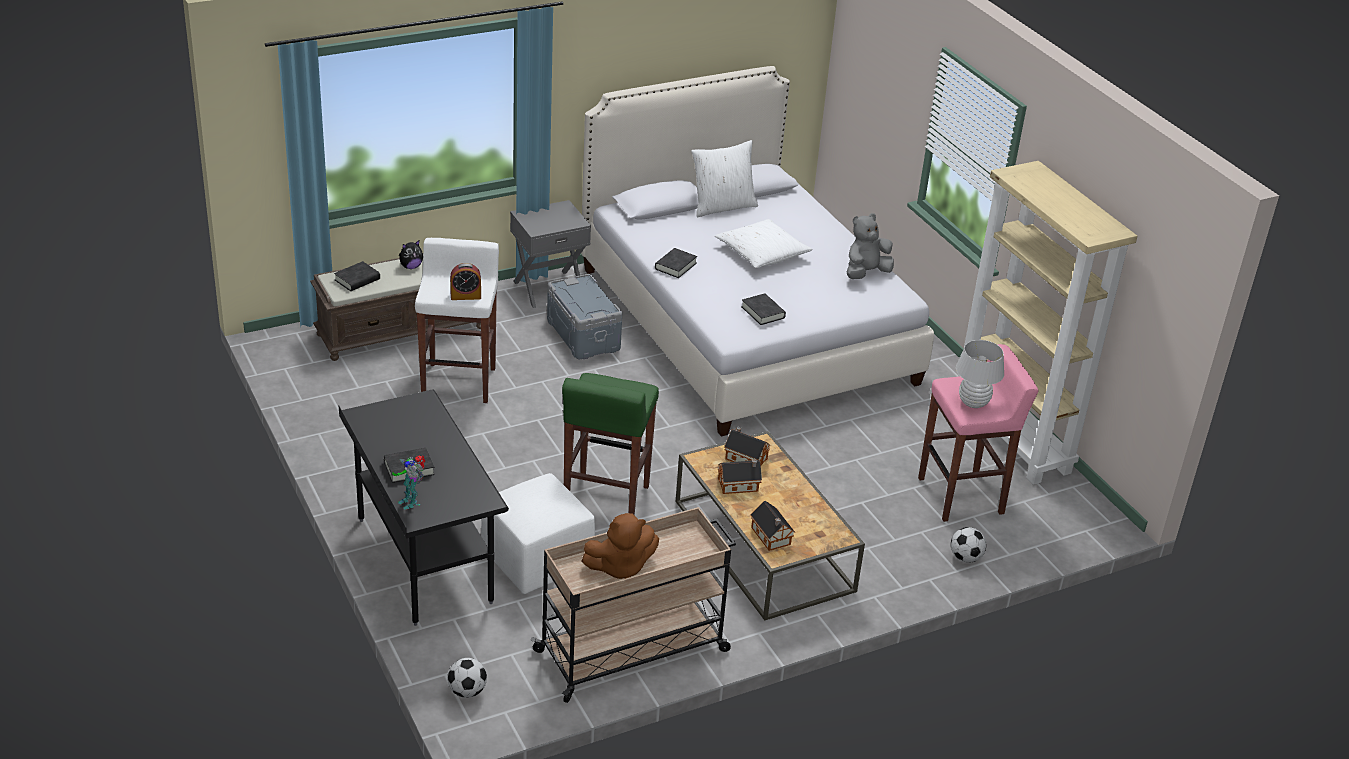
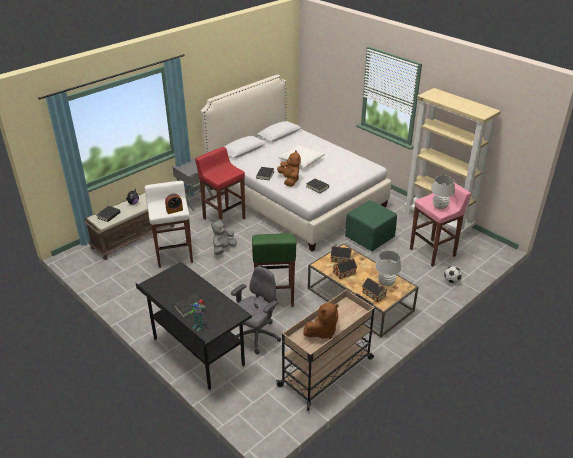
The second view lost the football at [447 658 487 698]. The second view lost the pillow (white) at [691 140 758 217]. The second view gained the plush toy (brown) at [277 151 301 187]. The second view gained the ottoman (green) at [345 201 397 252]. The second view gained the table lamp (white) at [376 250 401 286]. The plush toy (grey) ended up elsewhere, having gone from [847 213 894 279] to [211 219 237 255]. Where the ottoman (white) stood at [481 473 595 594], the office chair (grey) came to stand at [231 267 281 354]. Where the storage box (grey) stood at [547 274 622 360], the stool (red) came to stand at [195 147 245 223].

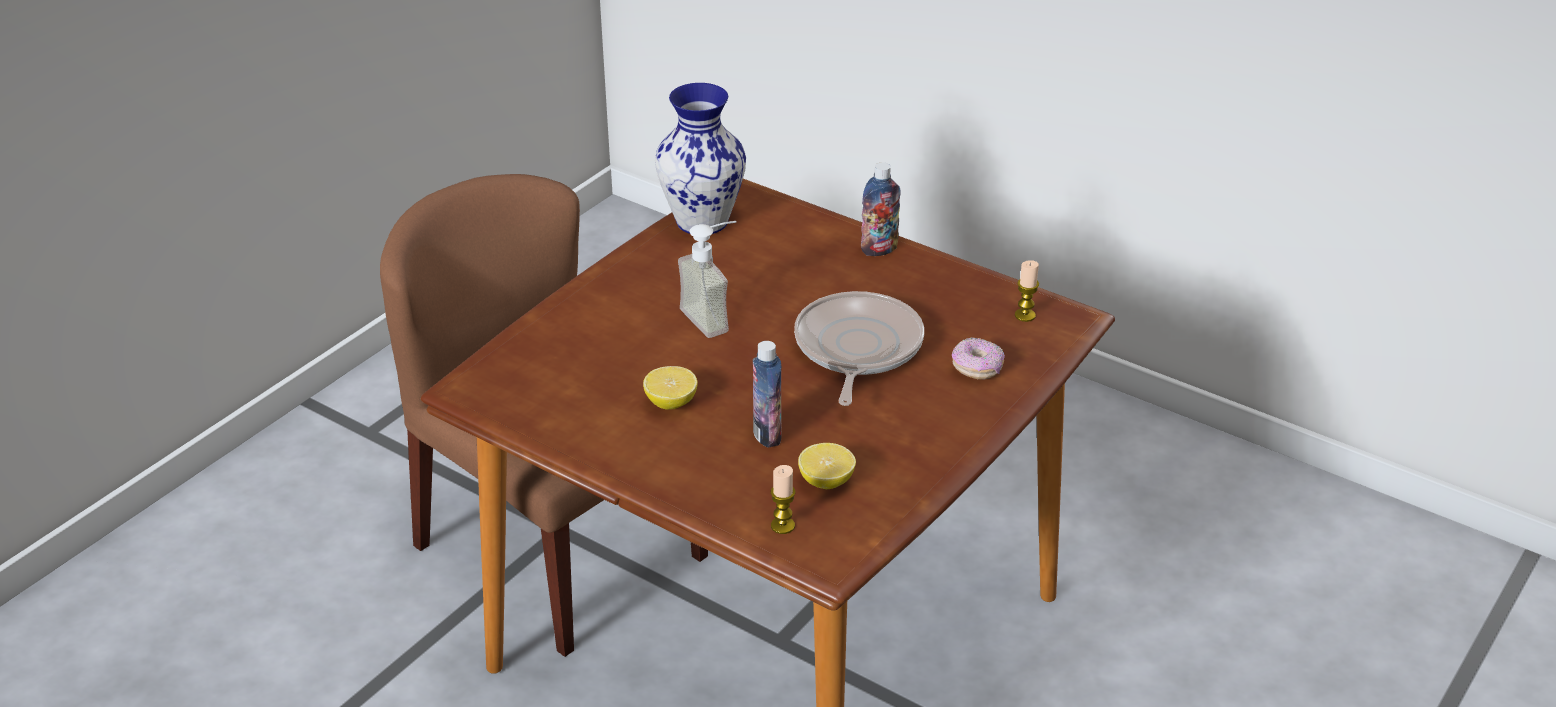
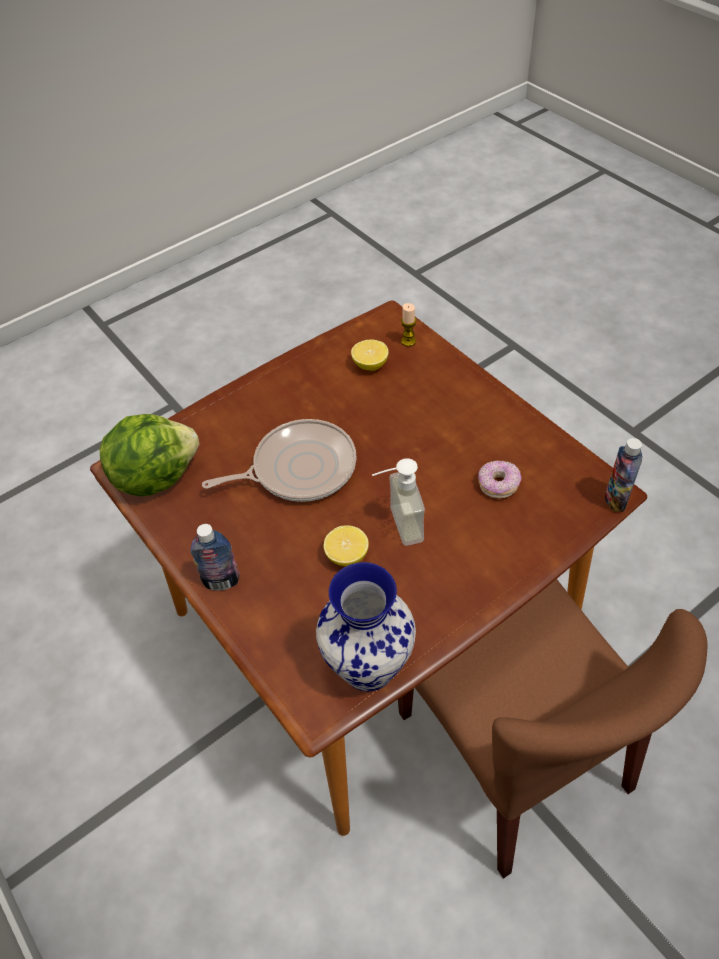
The lemon ended up elsewhere, having gone from [643 366 698 410] to [324 526 369 566]. The bottle ended up elsewhere, having gone from [753 341 781 448] to [605 438 642 512]. The donut ended up elsewhere, having gone from [952 337 1005 379] to [478 460 522 499]. Where the candle stood at [1015 260 1039 322], the lettuce came to stand at [99 414 199 496]. The frying pan at [794 291 924 406] ended up facing another way, 135 degrees counterclockwise from before.

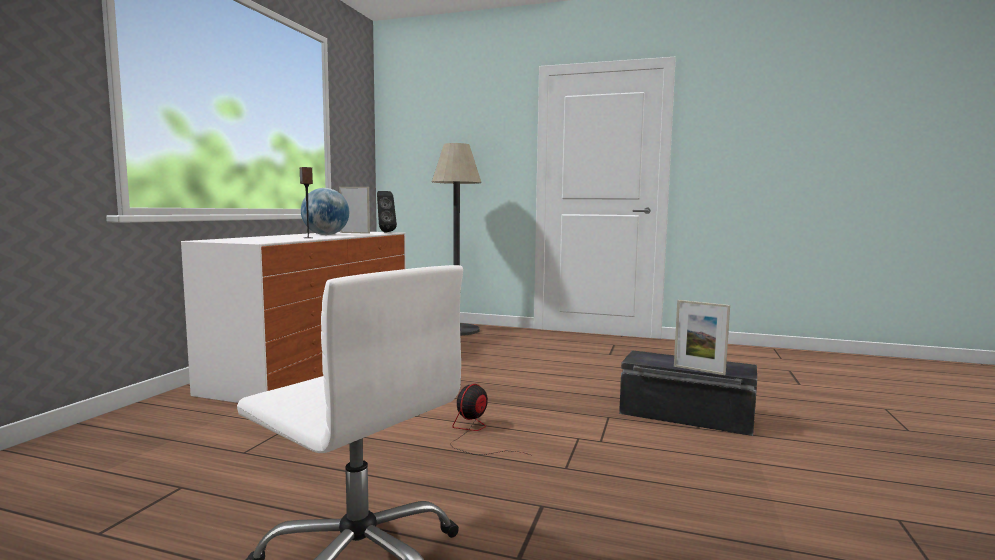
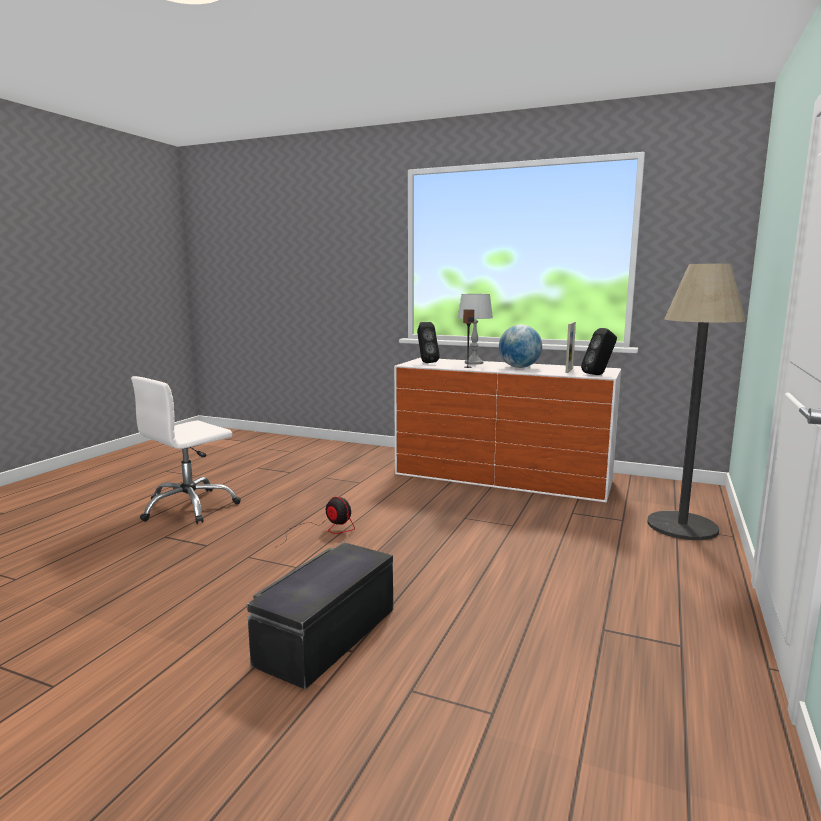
The second view lost the picture frame at [674 300 730 375]. The second view gained the speaker (black) at [417 322 440 363]. The second view gained the table lamp (grey) at [458 294 493 365].

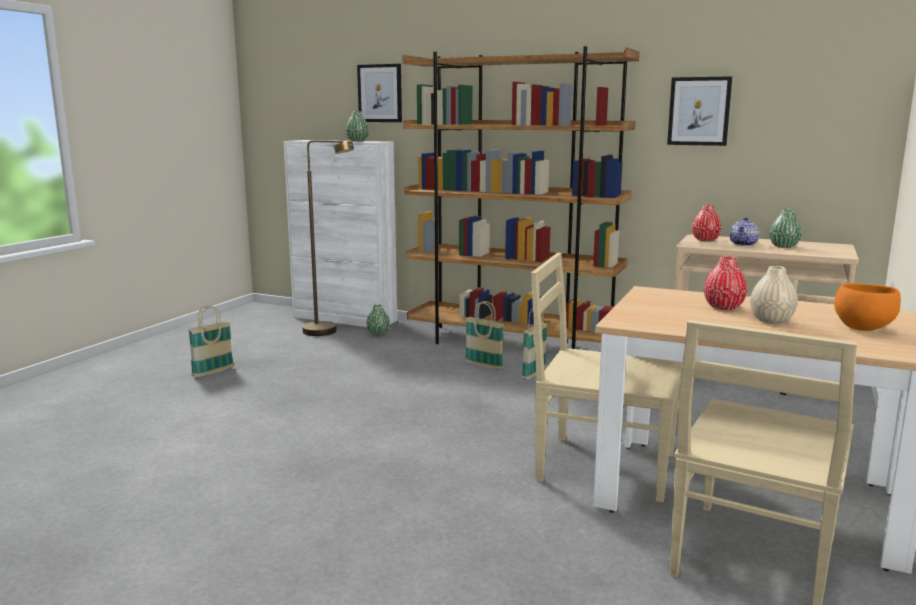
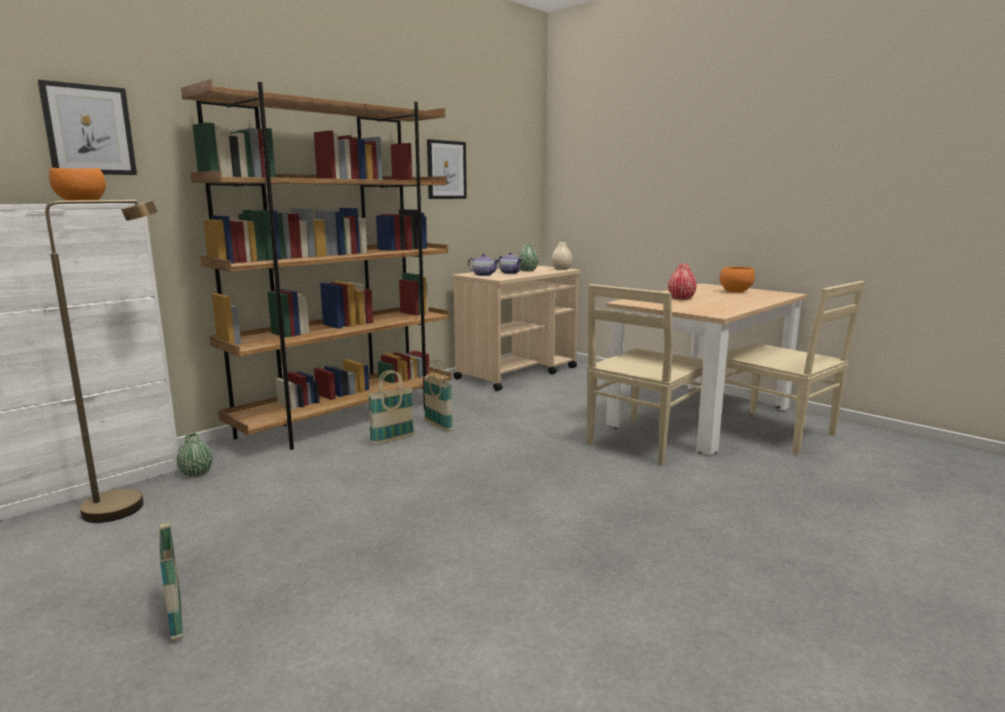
The vase (beige) ended up elsewhere, having gone from [750 266 797 324] to [551 242 573 270]. Where the vase (green) stood at [346 111 369 142], the bowl (orange) came to stand at [49 168 106 204]. Where the vase (red) stood at [692 204 722 241], the teapot came to stand at [468 254 499 276].

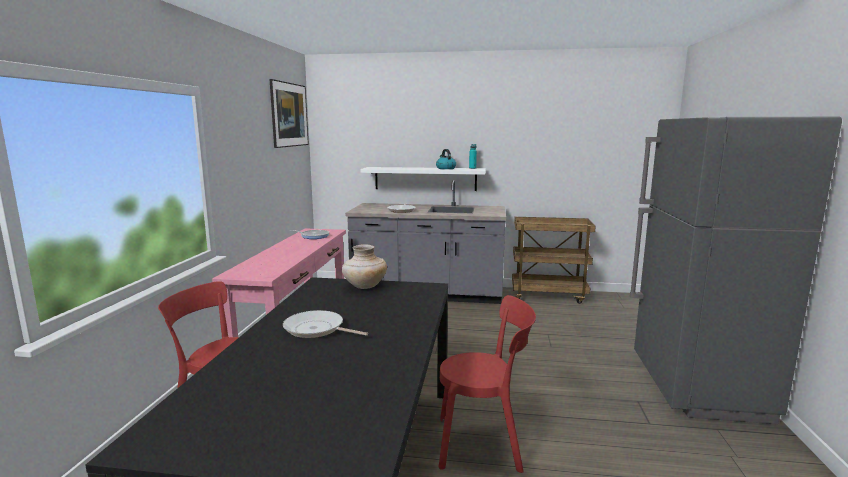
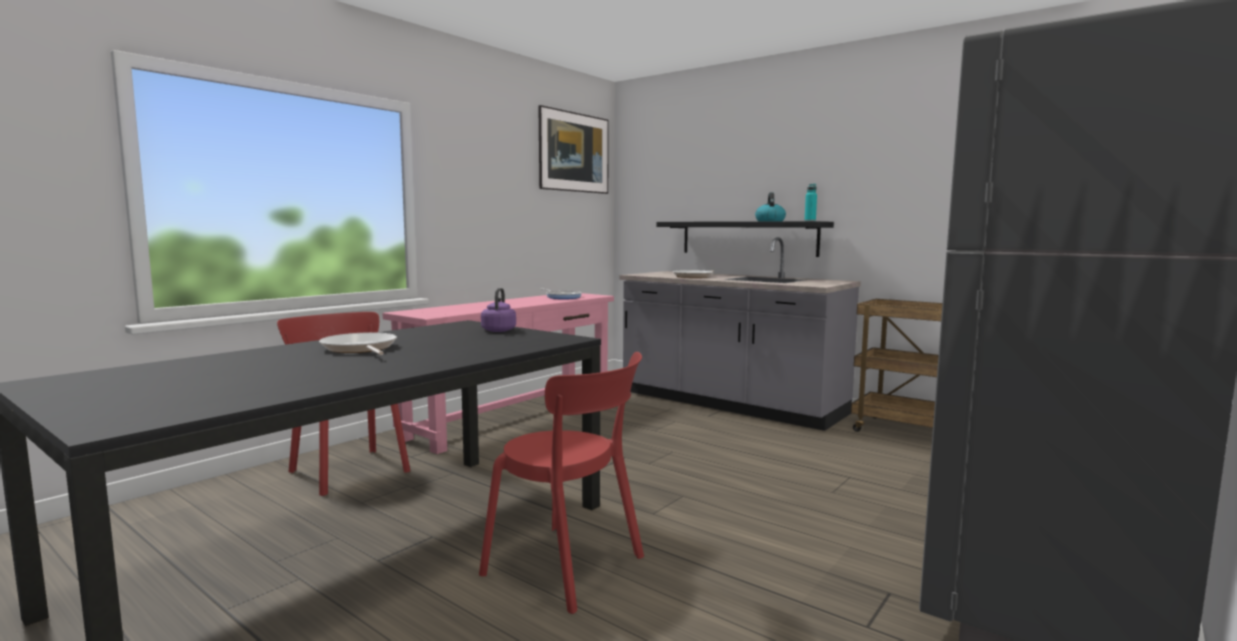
Where the vase (beige) stood at [342 244 387 289], the kettle (purple) came to stand at [481 288 516 332]. What was the shelf (white) at [361 167 486 191] turned into the shelf (black) at [656 221 834 257].

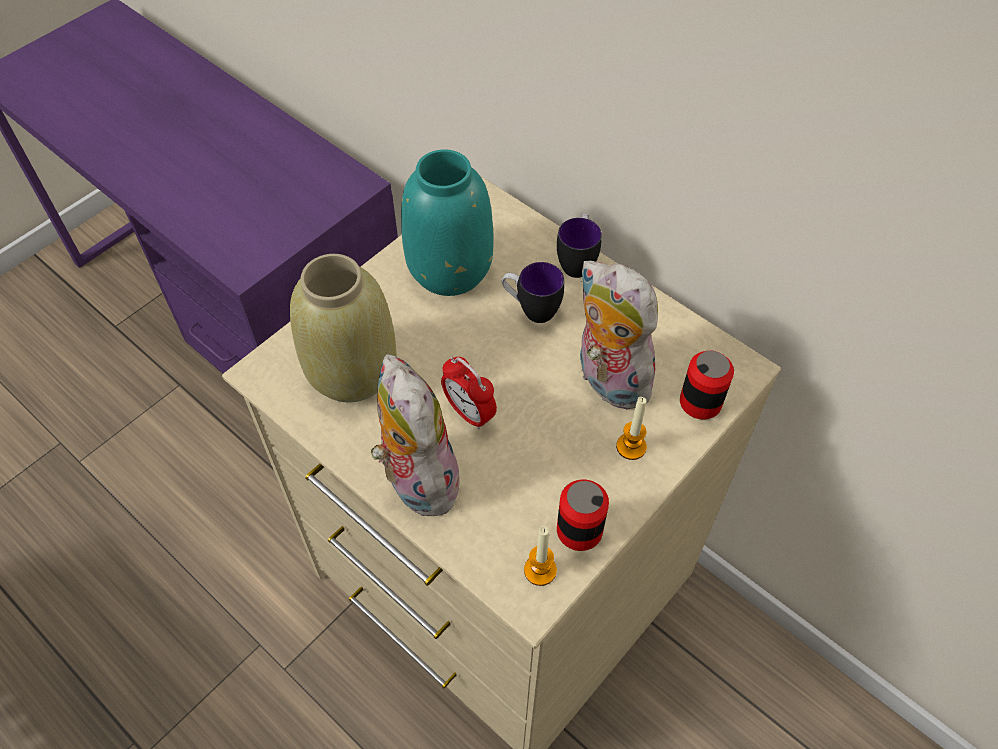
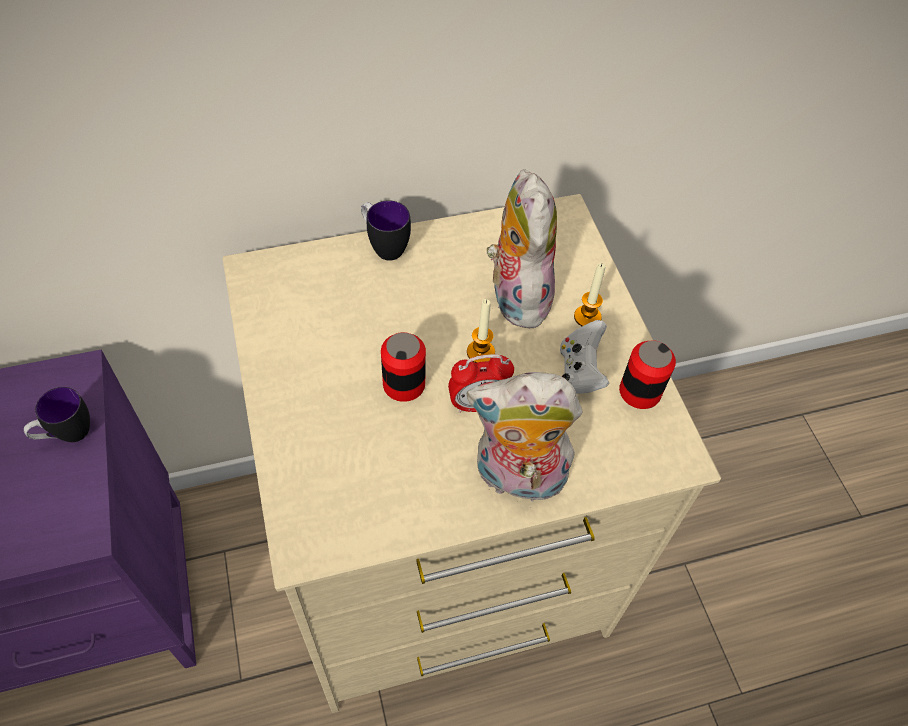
The second view lost the vase (beige) at [290 254 397 402]. The second view lost the vase (turquoise) at [401 149 494 296]. The second view gained the game controller (white) at [560 320 609 394]. The mug ended up elsewhere, having gone from [502 262 564 323] to [24 387 90 442]. The candle ended up elsewhere, having gone from [524 526 557 586] to [467 299 495 363]. The can ended up elsewhere, having gone from [680 351 734 419] to [381 332 426 402]. The plush toy at [580 261 658 410] ended up facing another way, 90 degrees clockwise from before.

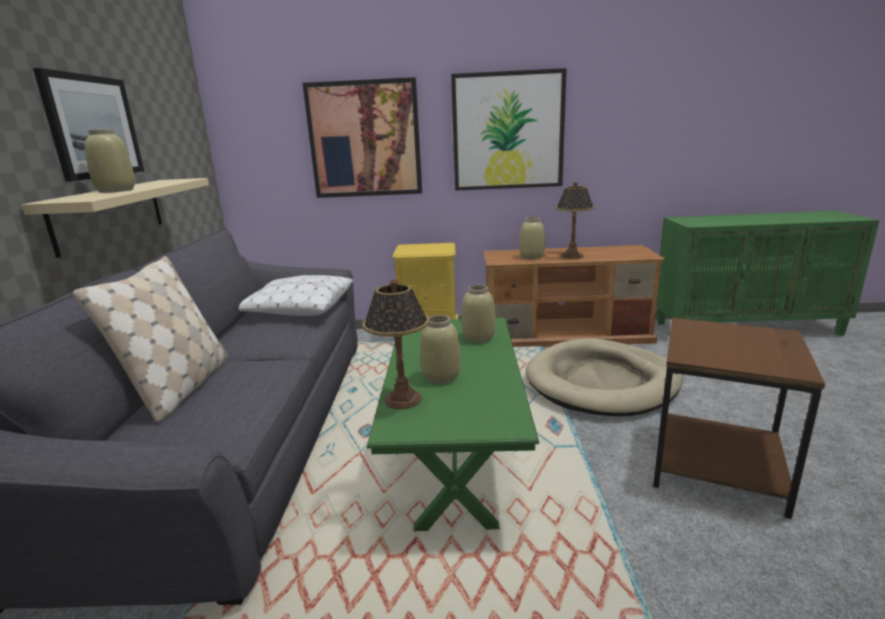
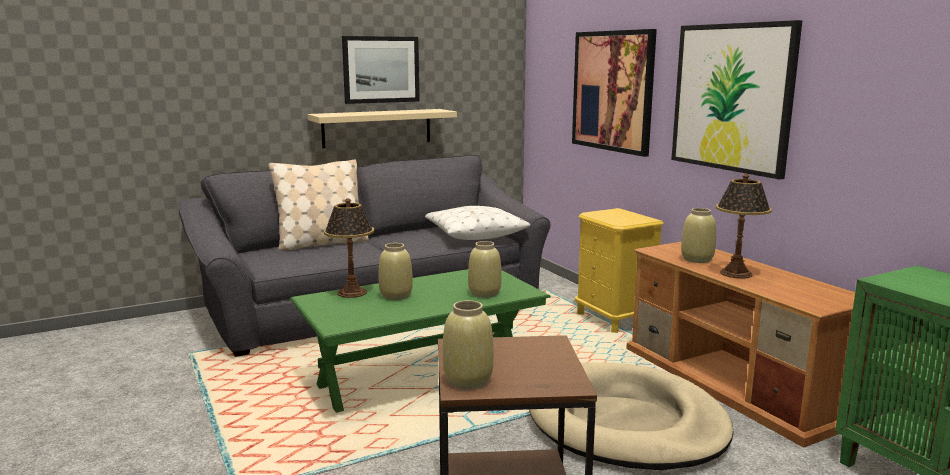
The vase (beige) ended up elsewhere, having gone from [85 129 135 193] to [442 300 494 389].

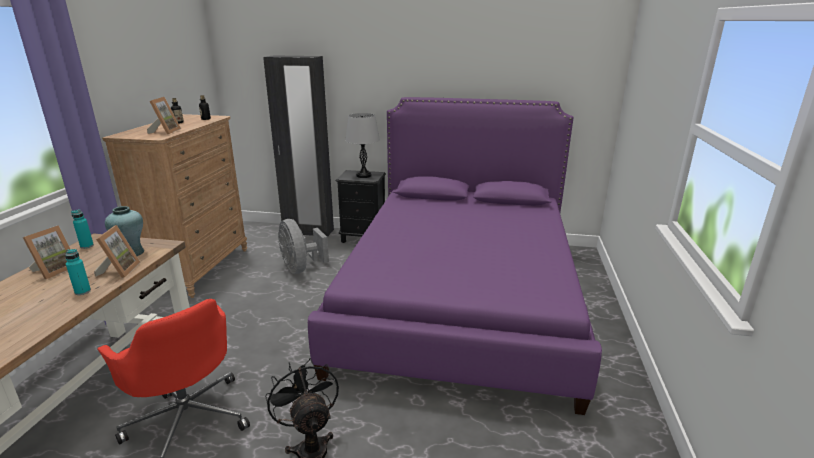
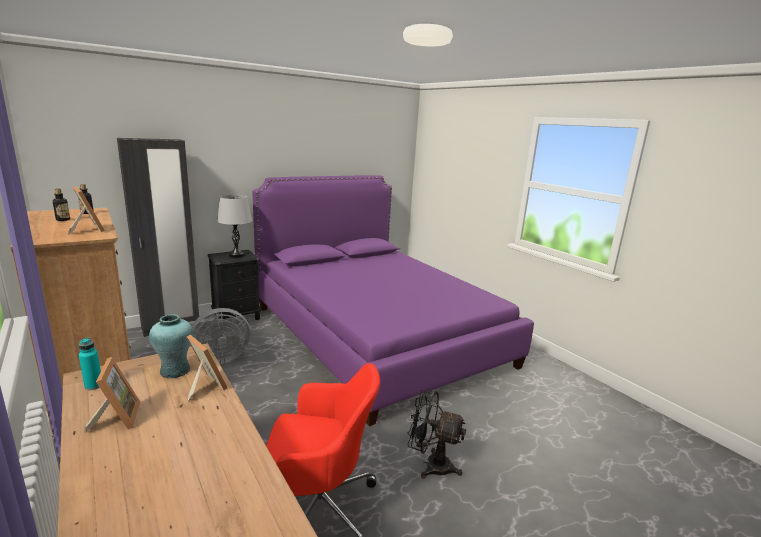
The second view lost the bottle (turquoise) at [65 249 91 295]. The fan (grey) at [278 219 329 274] ended up facing another way, 45 degrees counterclockwise from before.

